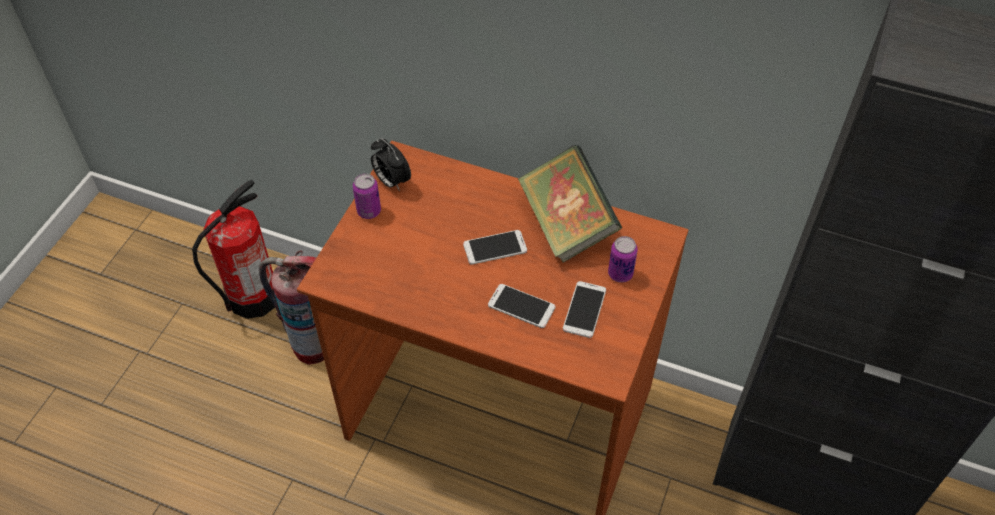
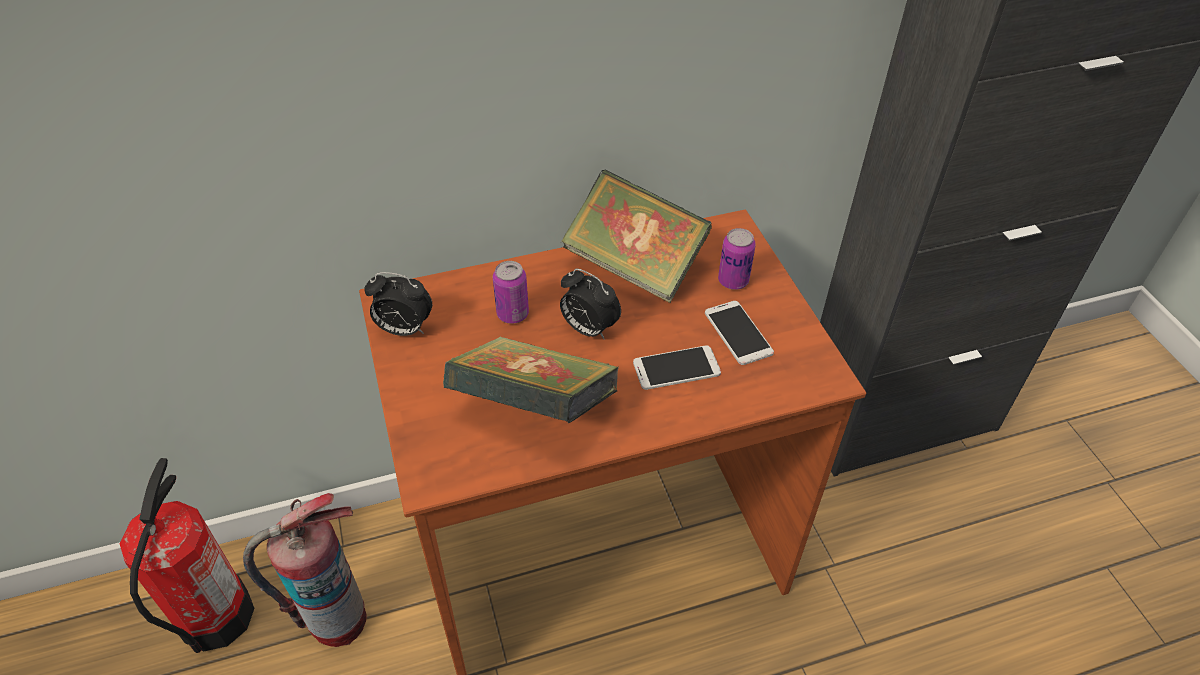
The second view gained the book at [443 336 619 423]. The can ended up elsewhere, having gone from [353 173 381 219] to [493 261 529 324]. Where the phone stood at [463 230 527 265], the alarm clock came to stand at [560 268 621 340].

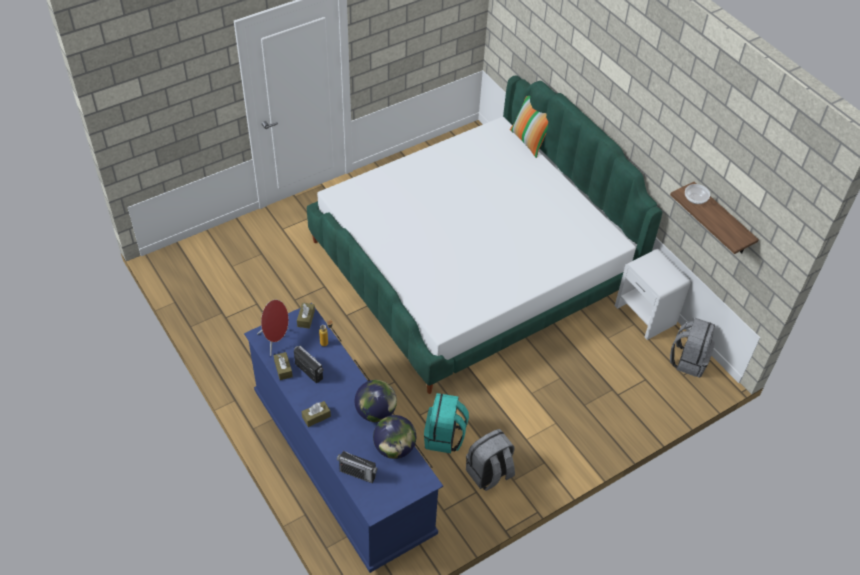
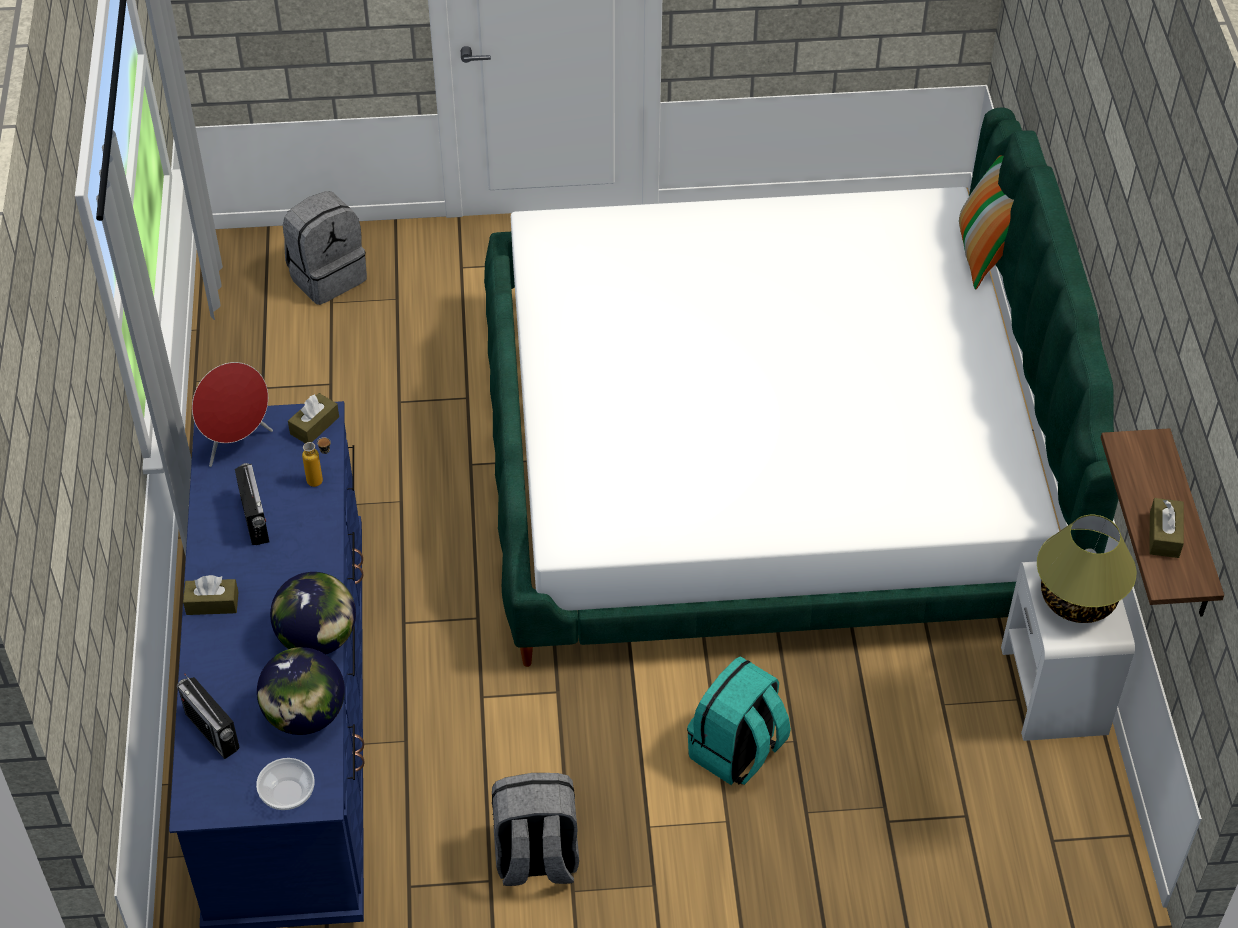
The second view gained the table lamp at [1037 515 1136 623]. The tissue box (brown) ended up elsewhere, having gone from [273 352 293 380] to [1149 498 1184 558]. The backpack (turquoise) ended up elsewhere, having gone from [424 393 469 453] to [687 656 791 785]. The backpack (grey) ended up elsewhere, having gone from [670 318 715 378] to [283 191 367 305]. The bowl ended up elsewhere, having gone from [685 184 710 204] to [256 758 314 810].

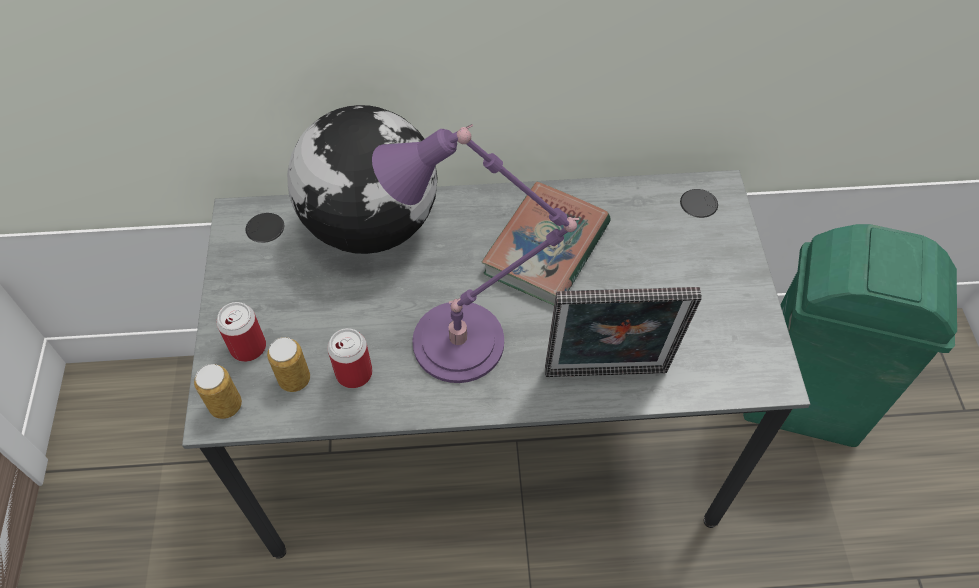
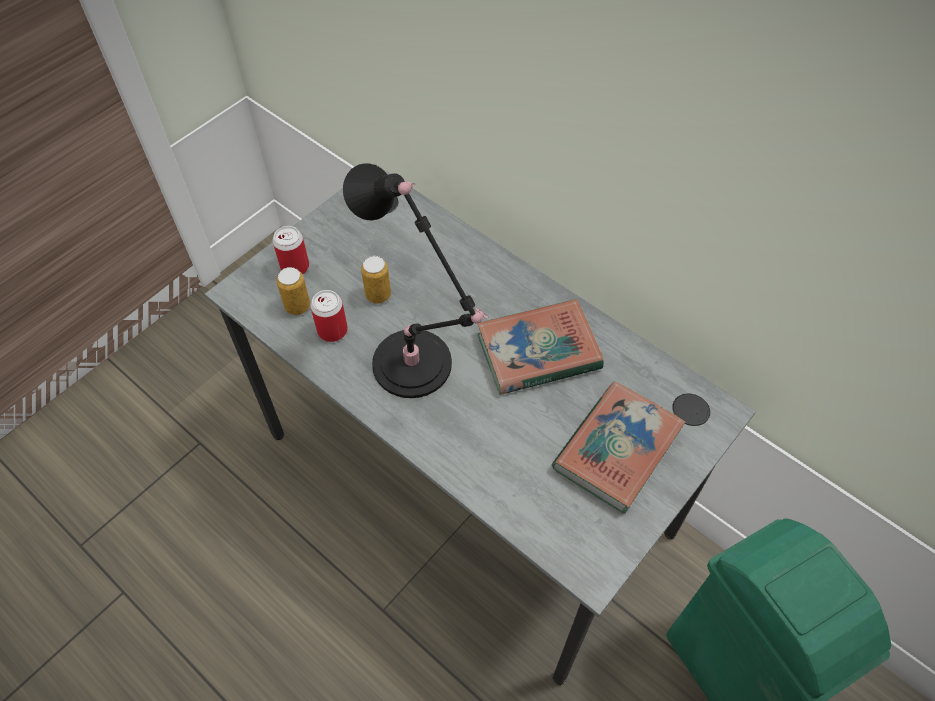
The second view lost the globe at [287 105 438 254]. The second view lost the picture frame at [545 287 702 377]. The second view gained the book at [552 381 685 514]. The can ended up elsewhere, having gone from [194 364 242 419] to [361 256 391 304]. What was the table lamp (purple) at [372 124 579 383] turned into the table lamp (black) at [343 163 489 398].

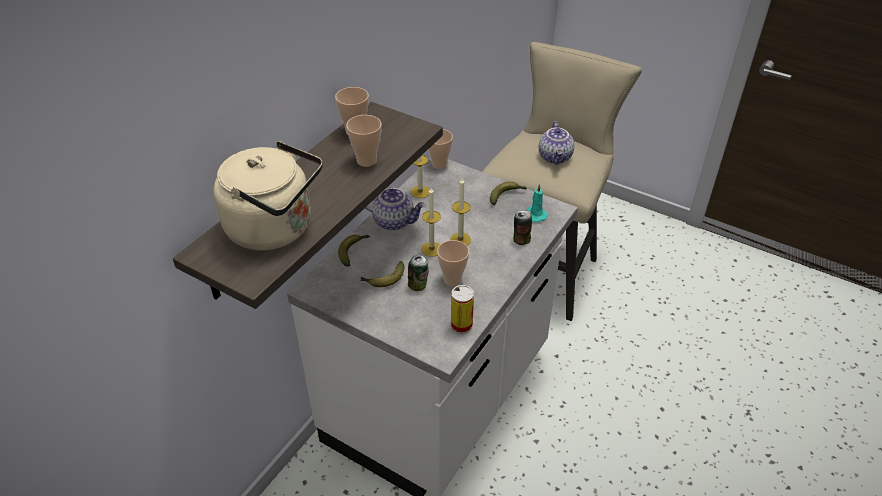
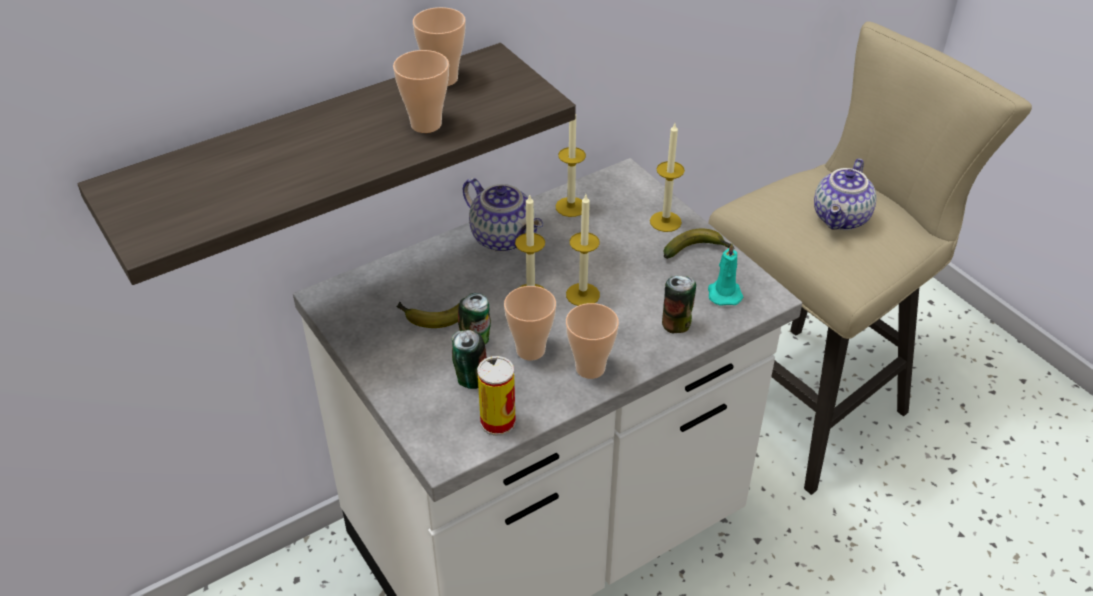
The second view lost the kettle (beige) at [213 141 323 251]. The second view lost the banana at [338 235 370 267]. The second view gained the can at [452 330 487 389]. The second view gained the candle at [650 123 685 232]. The cup ended up elsewhere, having gone from [428 129 453 169] to [566 303 619 379].

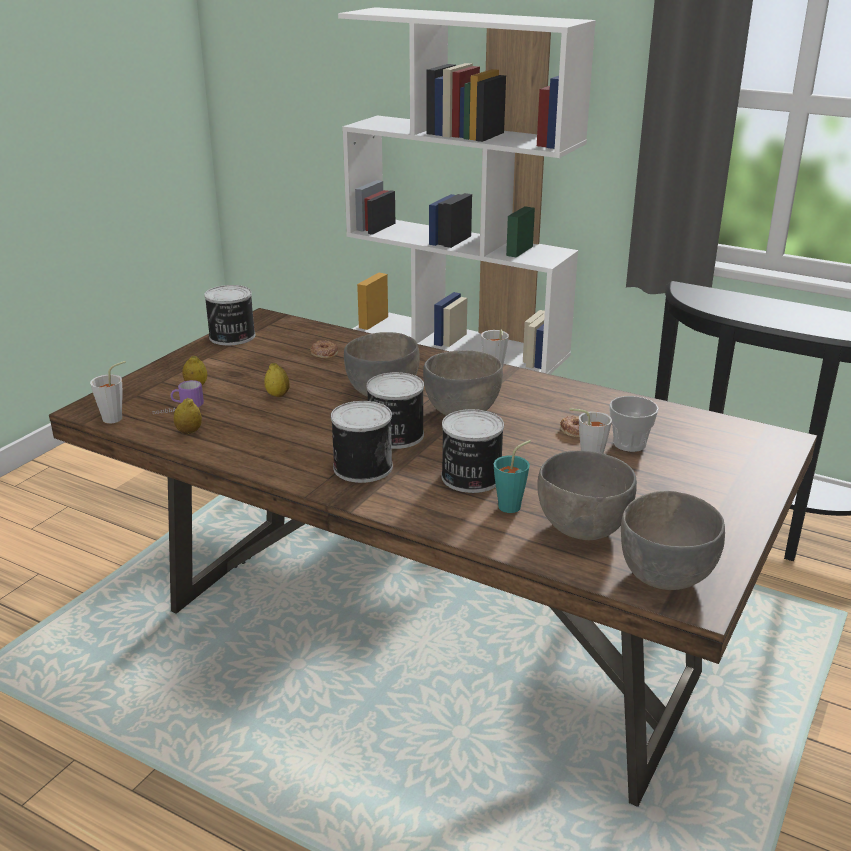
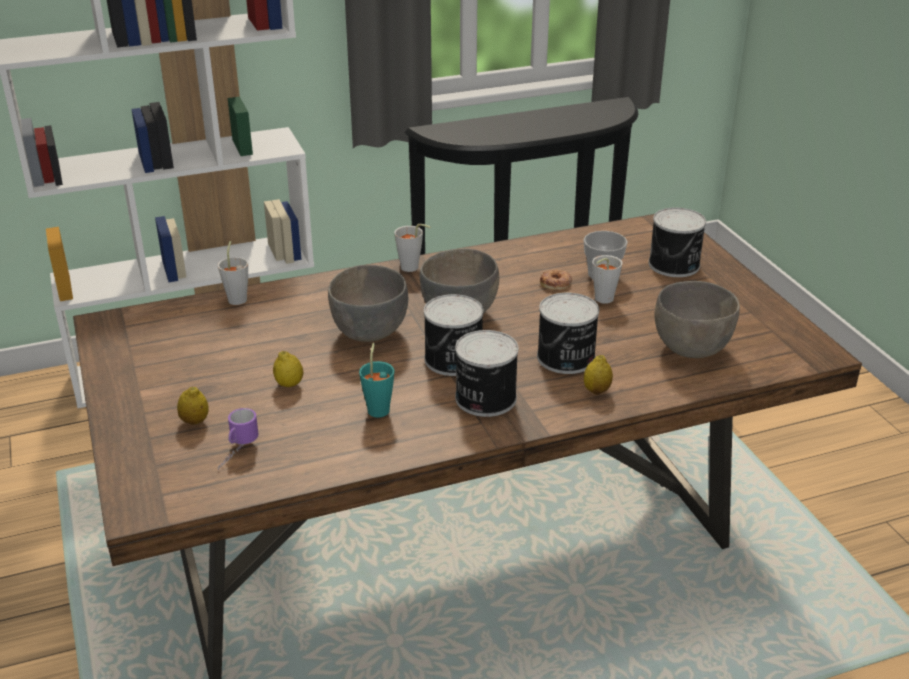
The second view lost the donut at [310 340 338 358]. The second view lost the bowl (grey) at [621 491 725 590]. The cup (grey) ended up elsewhere, having gone from [90 361 126 424] to [218 241 248 305]. The lemon ended up elsewhere, having gone from [174 398 202 434] to [584 355 613 395]. The can ended up elsewhere, having gone from [204 285 255 345] to [648 207 706 277]. The cup (turquoise) ended up elsewhere, having gone from [494 440 531 513] to [359 343 395 418].

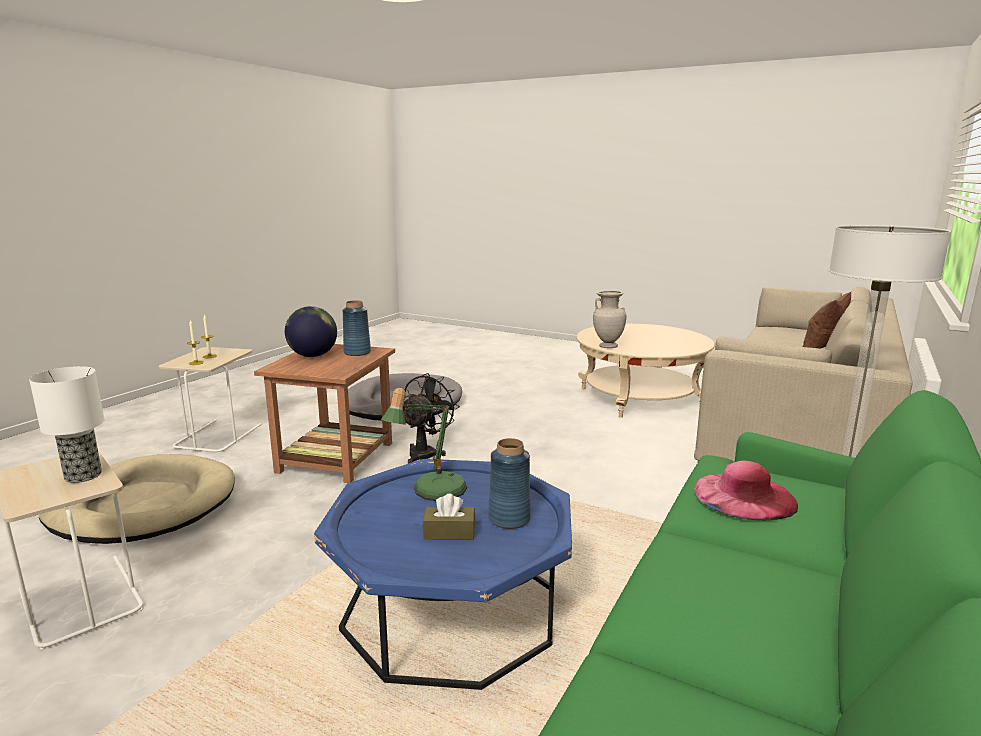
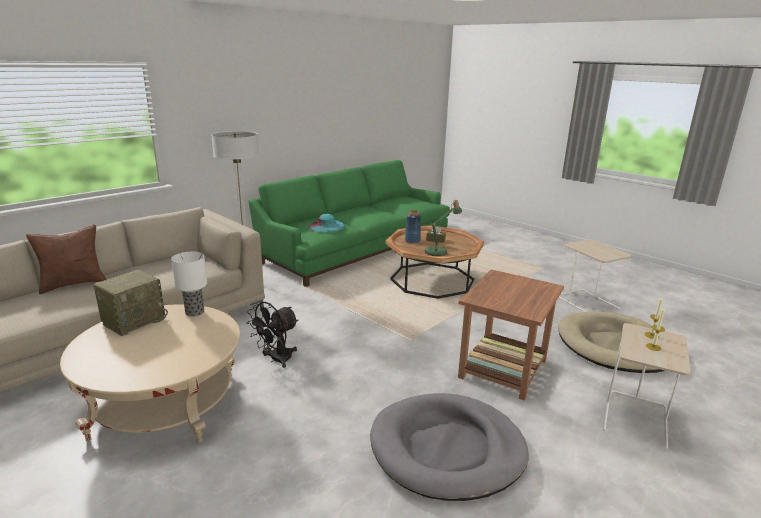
The second view lost the globe at [285 306 337 357]. The second view lost the vase (blue) at [342 300 371 356]. The second view lost the vase (beige) at [593 291 626 348]. The second view gained the radio at [93 270 168 336]. The table lamp ended up elsewhere, having gone from [29 366 104 483] to [171 252 207 317]. The fan (black) ended up elsewhere, having gone from [403 373 460 464] to [247 302 298 368]. What was the coffee table (blue) at [314 459 572 690] turned into the coffee table (brown) at [386 225 484 299]. What was the hat (pink) at [694 460 798 520] turned into the hat (turquoise) at [309 214 345 232].

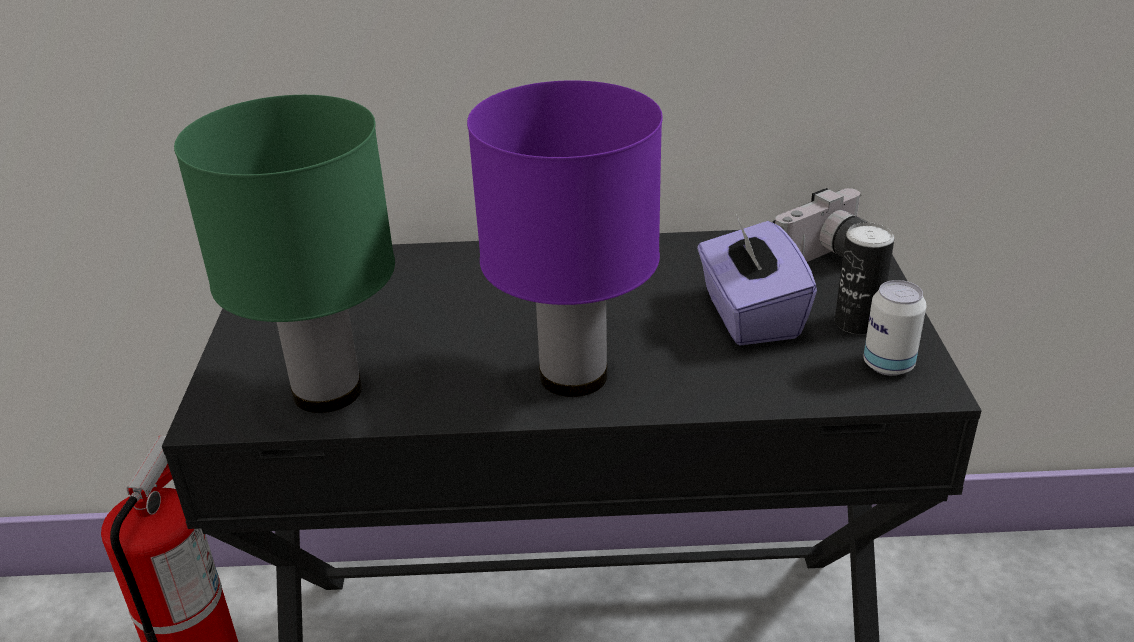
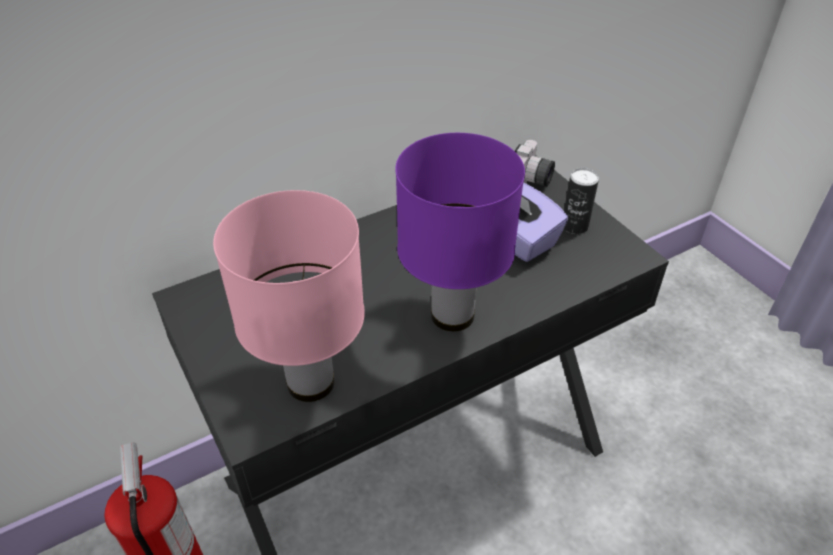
The second view lost the can at [863 280 926 376]. What was the table lamp (green) at [174 95 395 413] turned into the table lamp (pink) at [213 190 365 402].

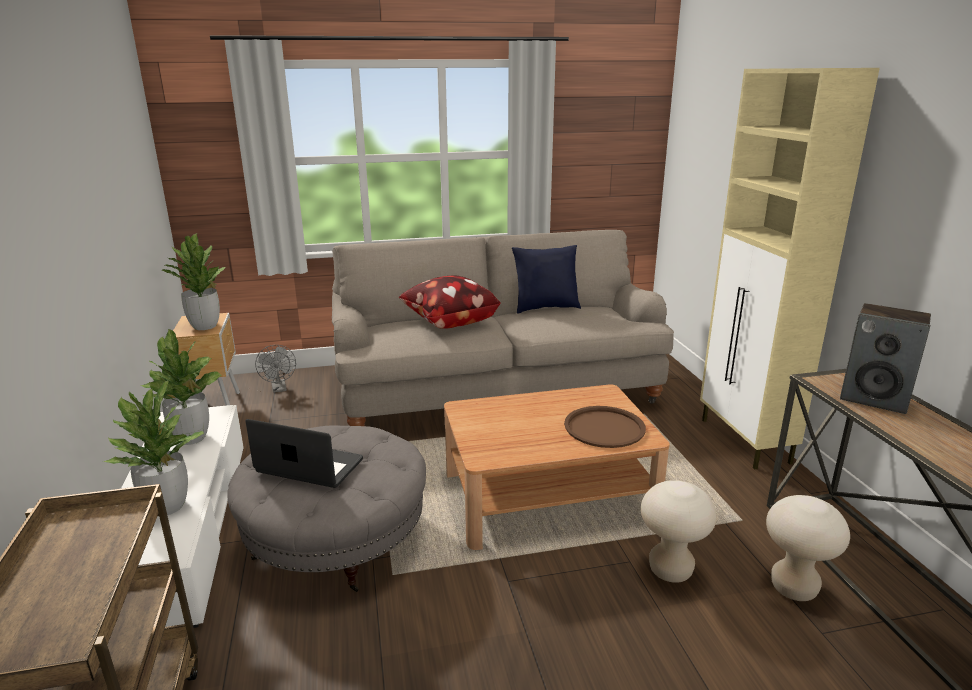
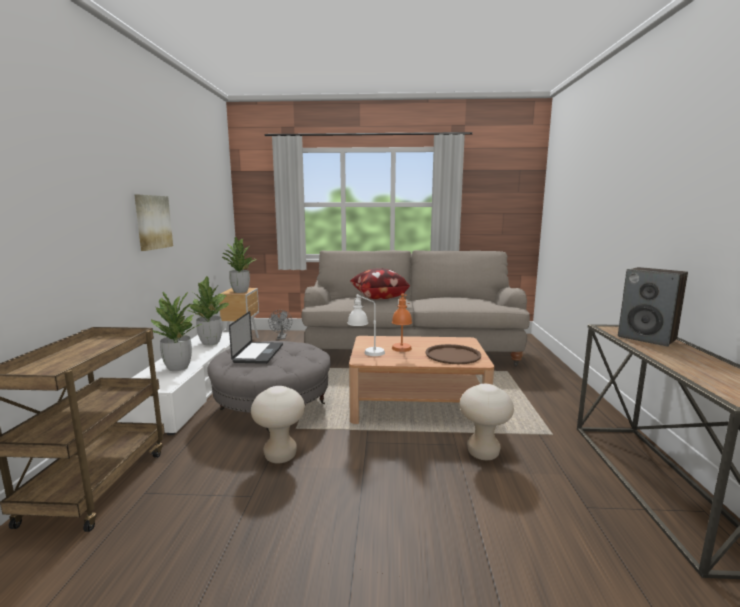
The second view lost the pillow (blue) at [512 245 581 313]. The second view lost the cabinet (beige) at [700 68 880 469]. The second view gained the picture at [134 195 173 251]. The second view gained the table lamp (white) at [347 294 385 356]. The second view gained the table lamp (orange) at [392 293 412 352]. The stool (beige) ended up elsewhere, having gone from [766 495 850 601] to [251 386 305 463]. The laptop at [246 419 363 488] ended up facing another way, 60 degrees clockwise from before.

